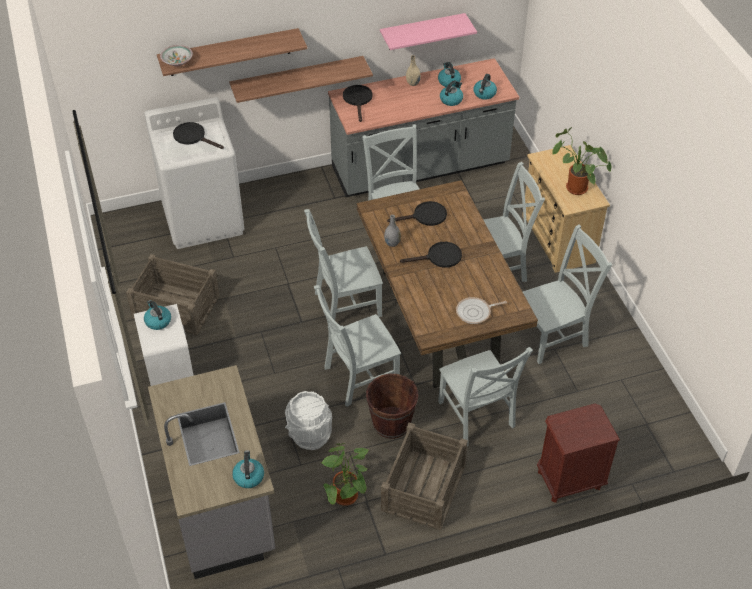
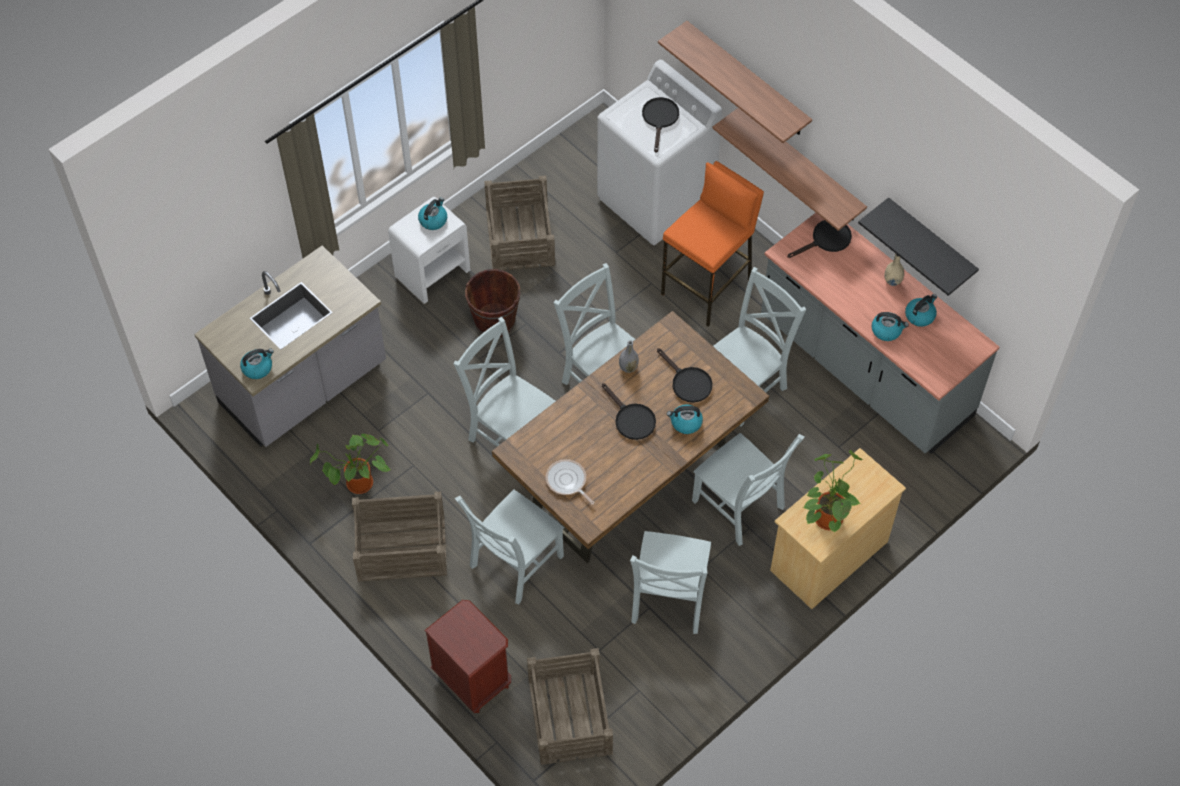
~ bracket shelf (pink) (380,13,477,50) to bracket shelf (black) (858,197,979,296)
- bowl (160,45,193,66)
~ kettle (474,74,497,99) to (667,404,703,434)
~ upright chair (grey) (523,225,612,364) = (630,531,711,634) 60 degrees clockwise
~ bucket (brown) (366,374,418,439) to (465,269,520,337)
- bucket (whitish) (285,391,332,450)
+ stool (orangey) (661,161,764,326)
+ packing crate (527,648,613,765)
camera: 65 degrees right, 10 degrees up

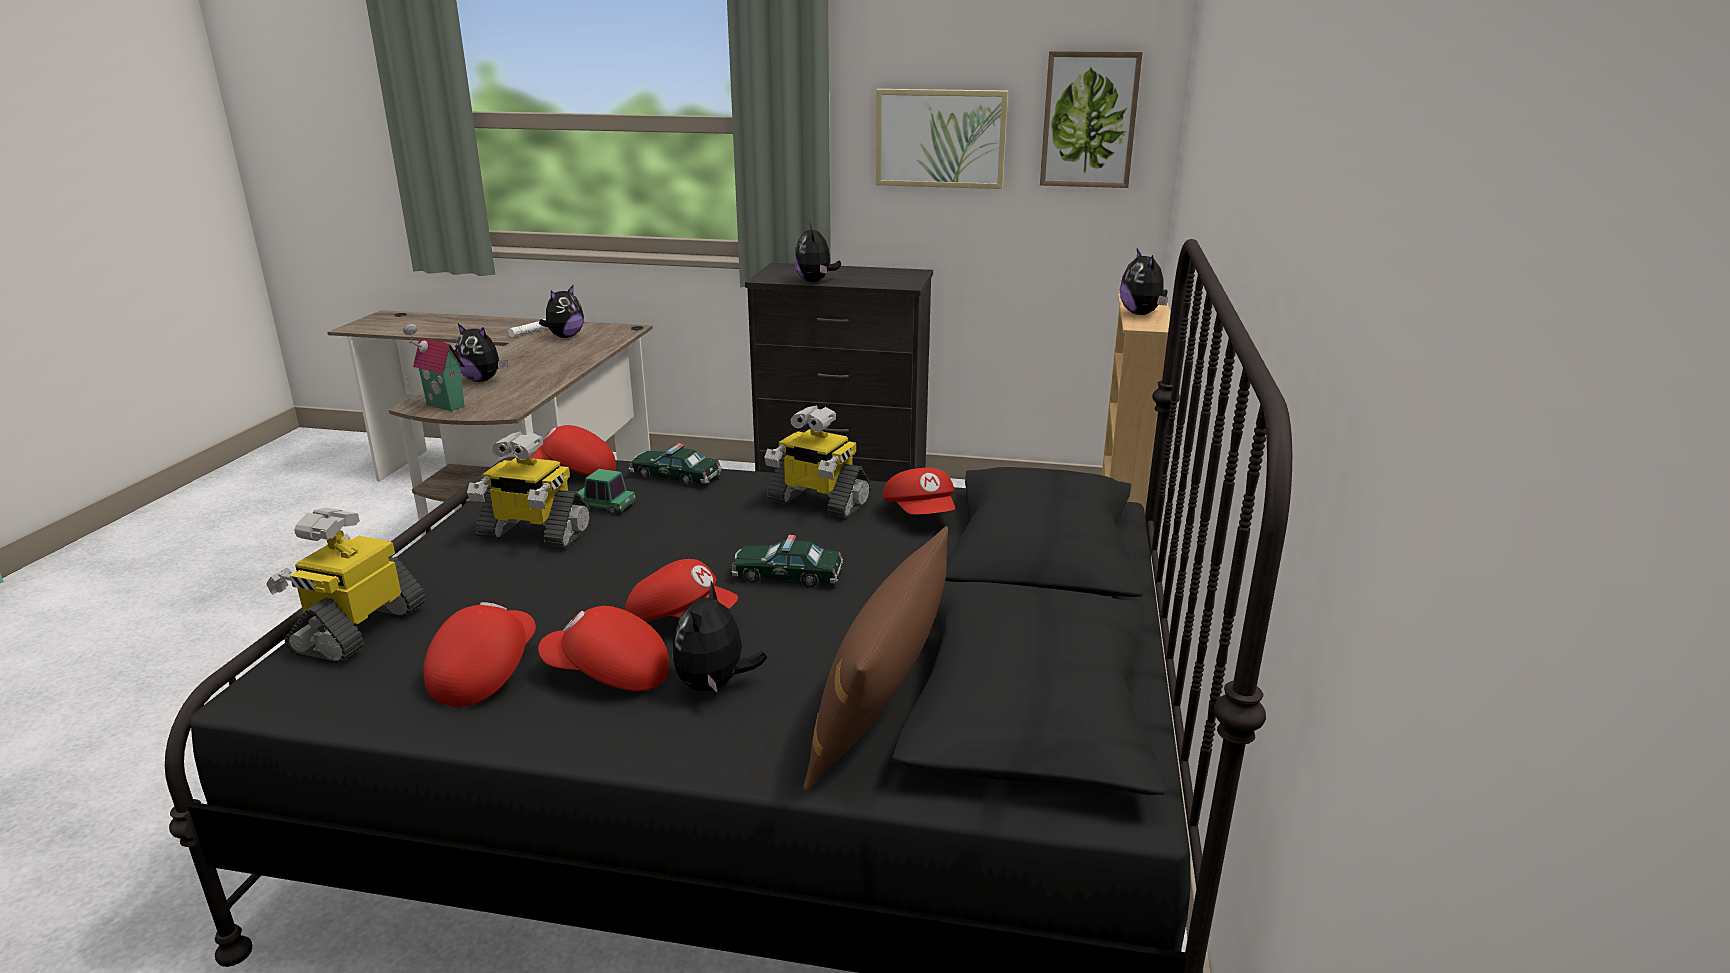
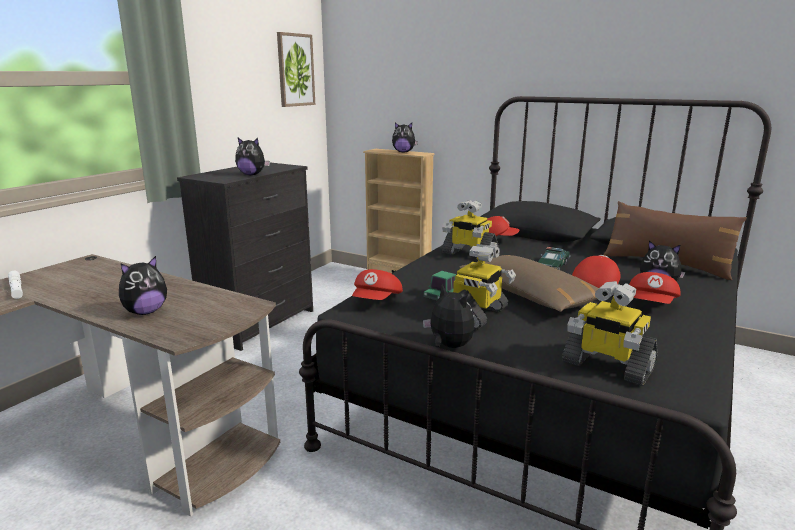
- wall picture (876,89,1008,189)
~ cuddly toy (539,285,584,338) to (423,284,475,348)
- miniature house (403,324,465,411)
~ model robot (764,405,871,519) = (442,200,498,259) 75 degrees clockwise
- model car (629,443,722,486)
- baseball cap (reddish) (423,602,536,707)
+ cushion (brown) (459,255,599,312)
camera: 70 degrees left, 5 degrees down

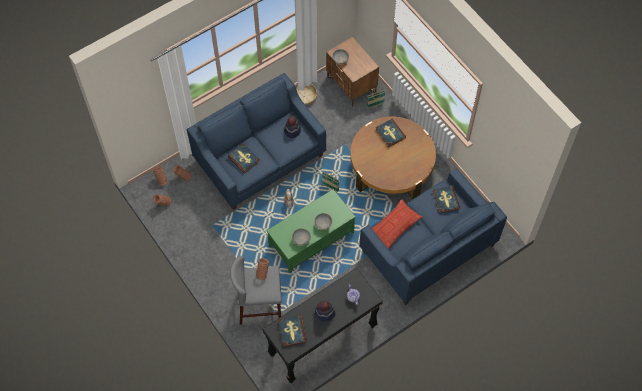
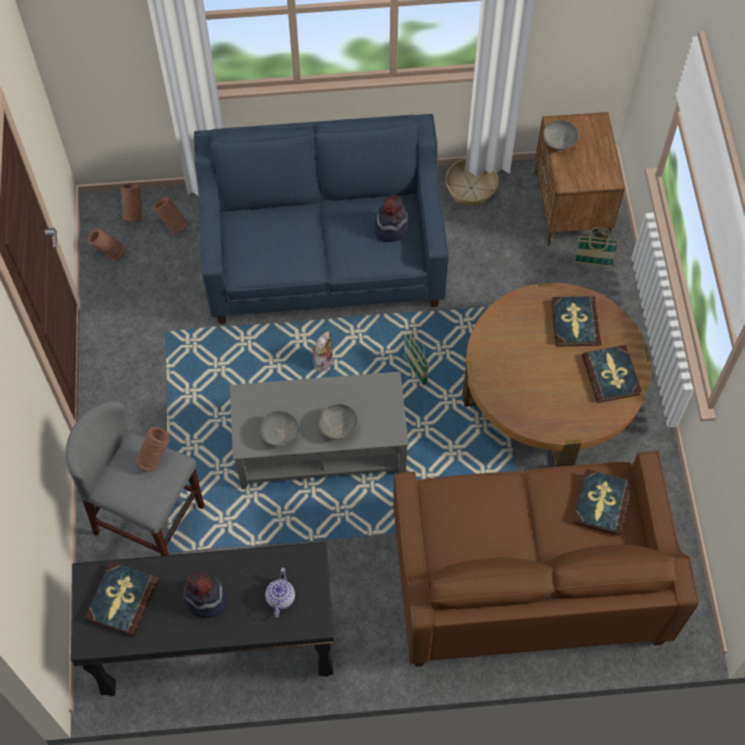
~ book (228,144,260,173) to (582,345,642,403)
~ couch (blue-coloured) (359,168,507,305) to couch (brown) (393,451,699,667)
~ lounge table (greenish) (267,189,355,273) to lounge table (grey) (230,371,409,489)
- cushion (372,200,422,249)
camera: 30 degrees right, 0 degrees up

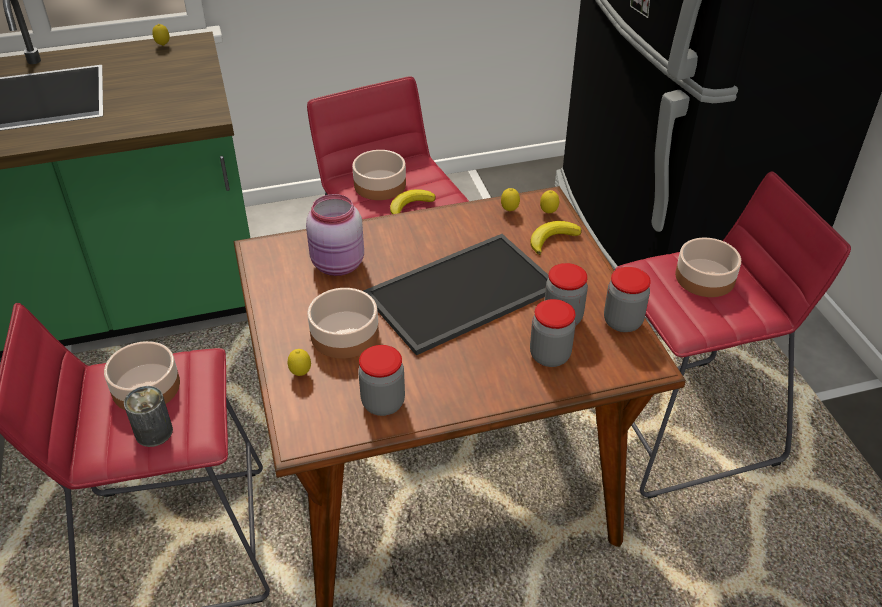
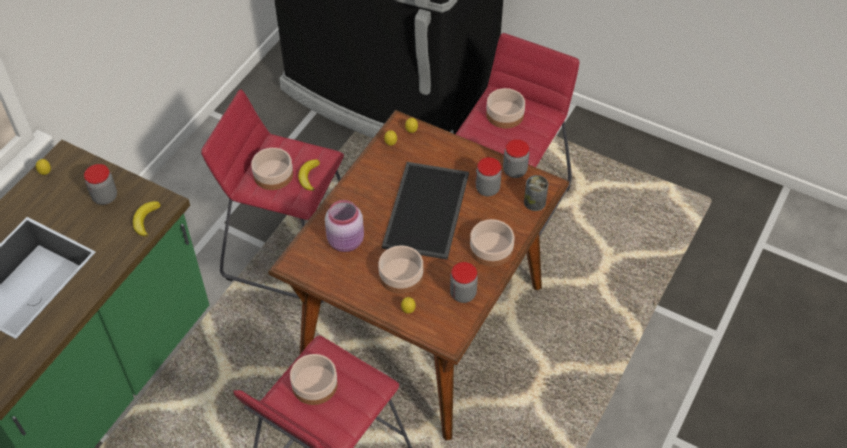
~ whole banana (530,221,582,255) to (133,201,161,237)
~ preserve jar (530,299,576,367) to (84,164,117,205)
~ sealed can (124,386,173,447) to (524,175,549,211)
+ bowl (470,219,514,267)
camera: 45 degrees left, 10 degrees up

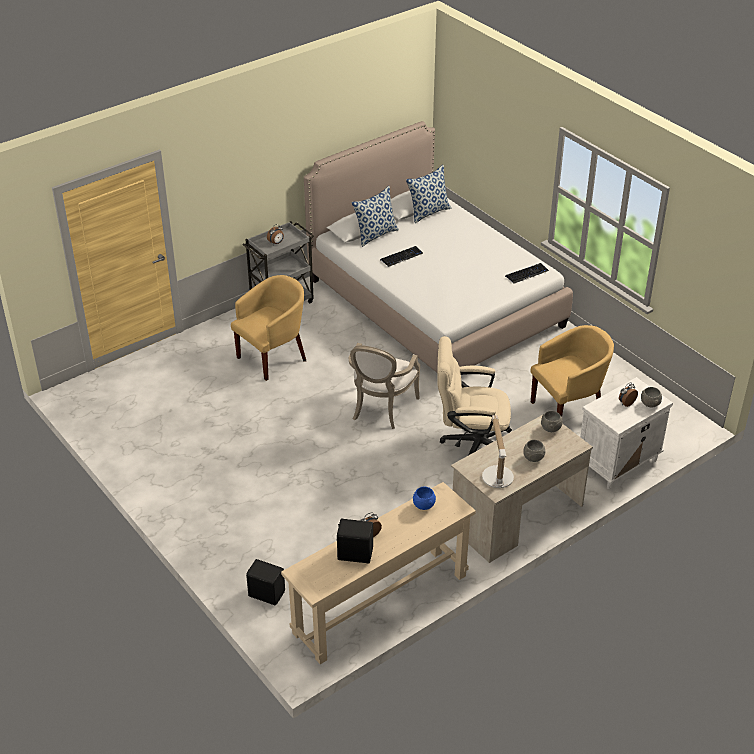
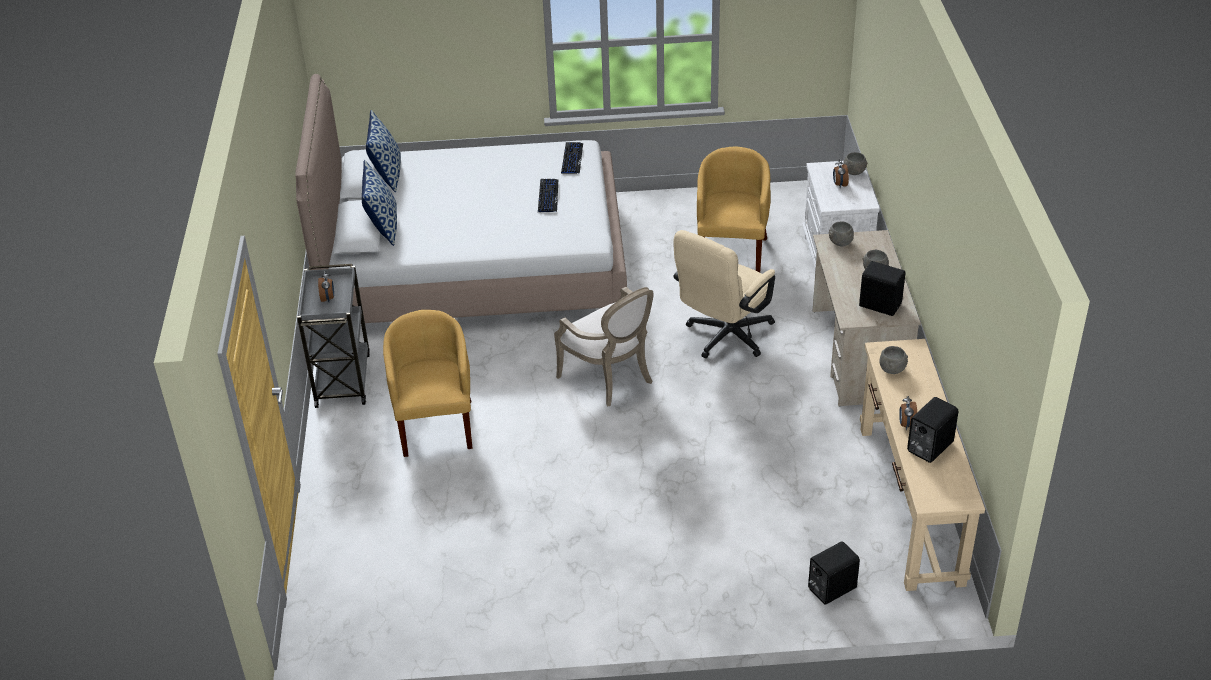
~ computer keyboard (380,246,423,267) to (538,179,558,212)
~ tabletop lamp (482,415,514,488) to loudspeaker (black) (859,261,906,316)
~ bowl (blue-coloured) (413,487,436,510) to bowl (grey) (879,346,908,374)
camera: 55 degrees left, 0 degrees up

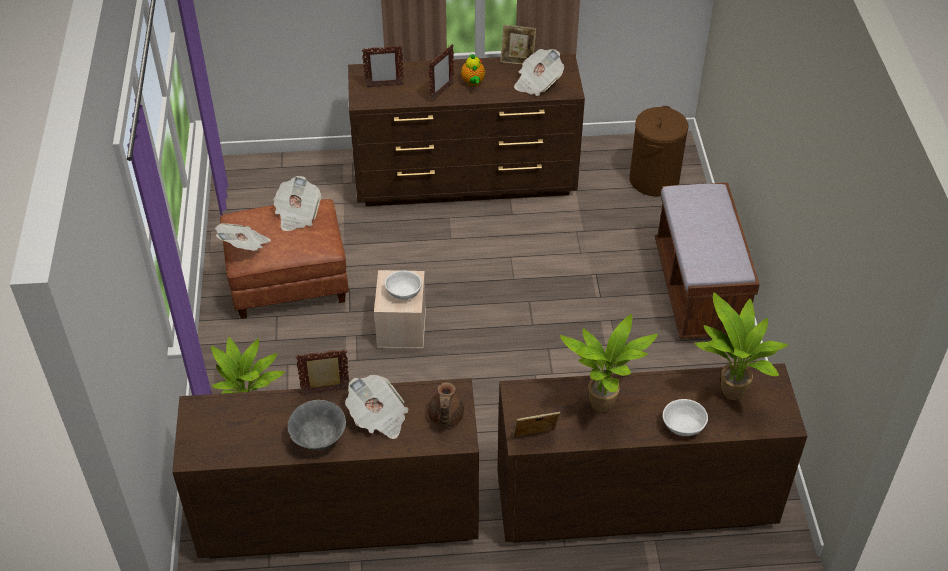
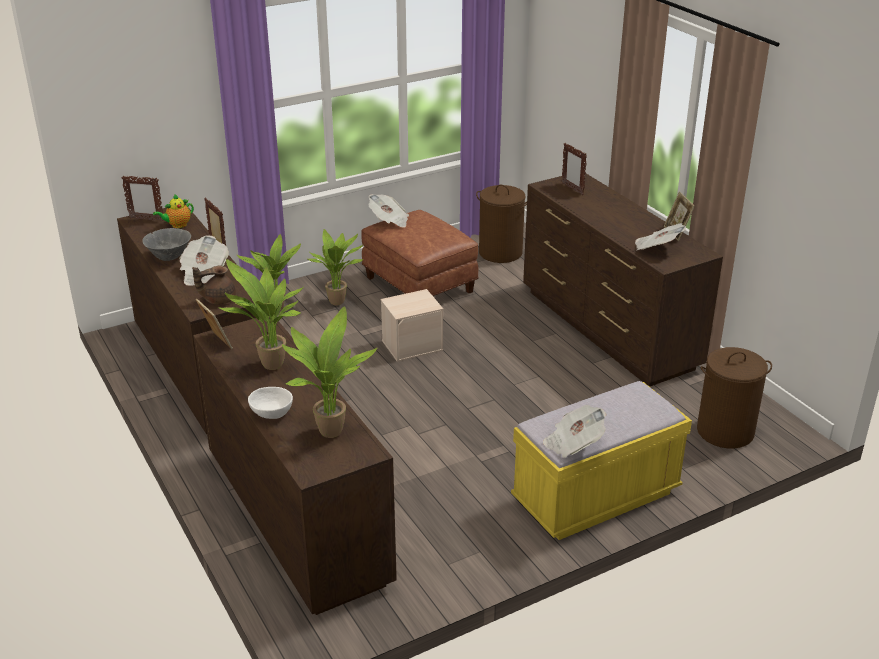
~ standing frame (428,44,454,102) to (121,176,163,221)
~ teapot (461,54,485,86) to (153,194,194,228)
~ newspaper (273,176,321,231) to (543,405,607,458)
~ bench (brown) (655,183,760,339) to bench (yellow-coloured) (511,381,692,540)
- bowl (whitish) (385,271,422,300)
+ hamper (brown) (476,185,527,263)
+ houseplant (306,229,364,306)
camera: 65 degrees right, 15 degrees down

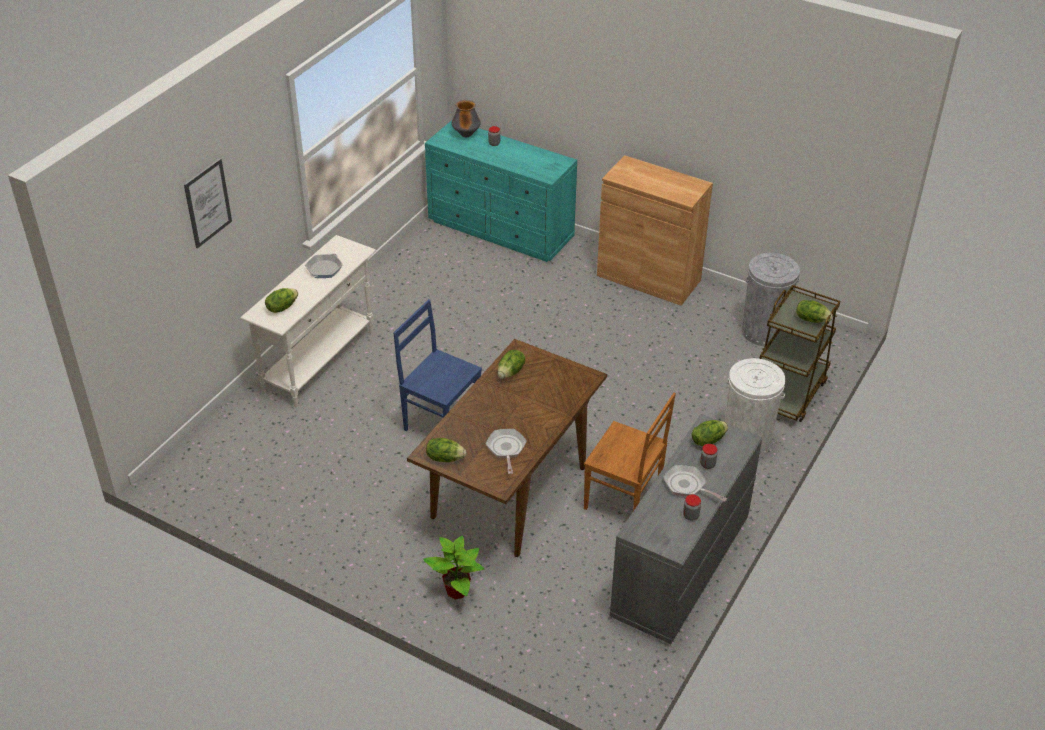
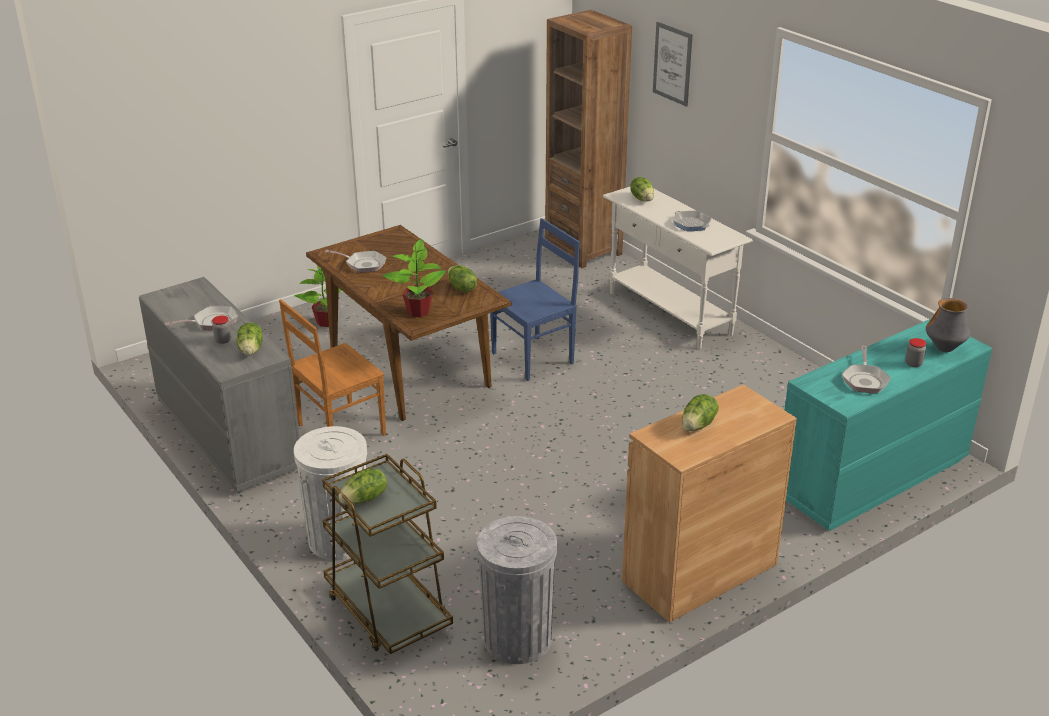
~ head of lettuce (426,438,466,462) to (682,394,719,431)
- preserve jar (683,494,701,521)
+ bookcase (brown) (545,10,632,268)
+ houseplant (383,239,446,317)
+ pan (842,346,891,393)
camera: 115 degrees right, 10 degrees down

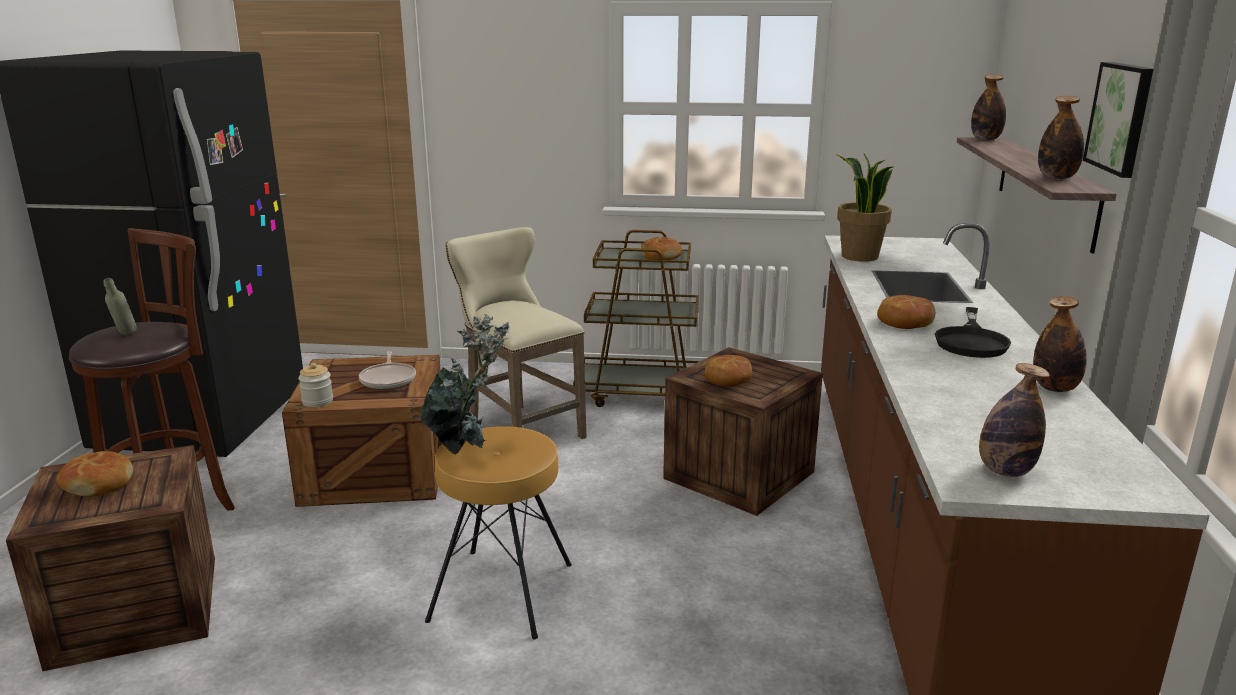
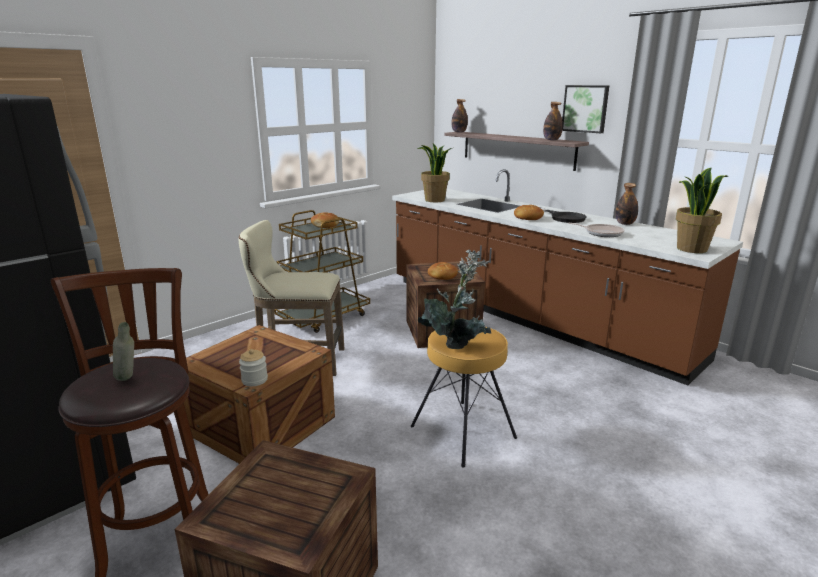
~ pan (359,351,416,390) to (568,223,624,237)
~ beverage bottle (979,363,1050,477) to houseplant (676,168,728,253)
- bread (56,451,133,497)
camera: 50 degrees left, 0 degrees up

